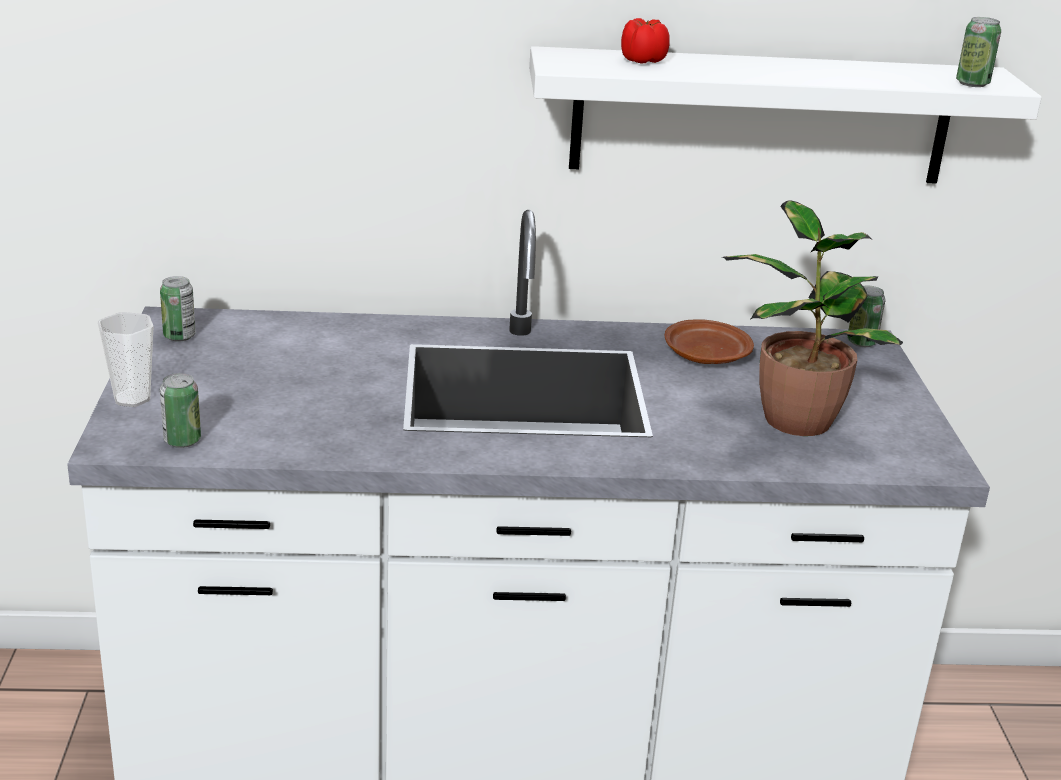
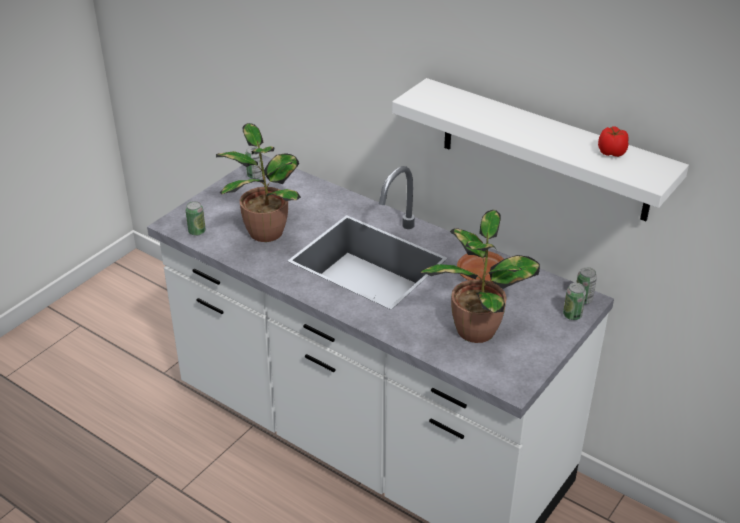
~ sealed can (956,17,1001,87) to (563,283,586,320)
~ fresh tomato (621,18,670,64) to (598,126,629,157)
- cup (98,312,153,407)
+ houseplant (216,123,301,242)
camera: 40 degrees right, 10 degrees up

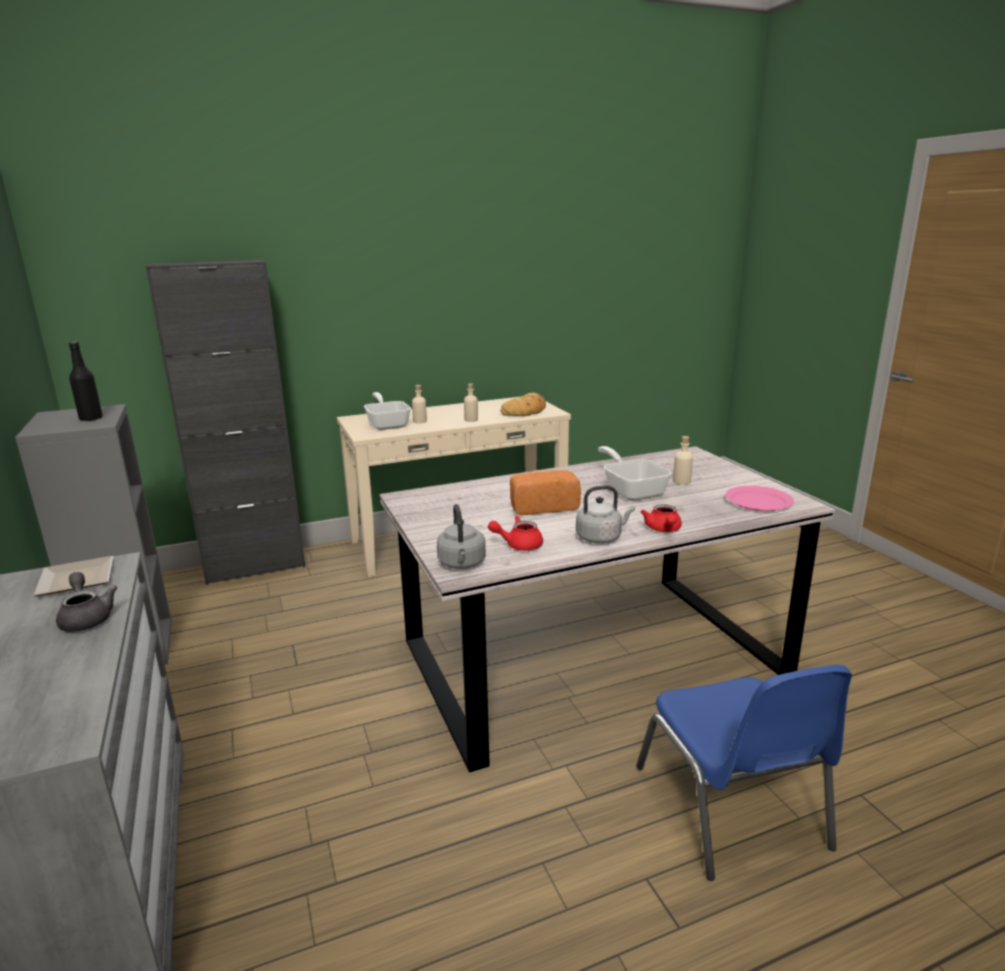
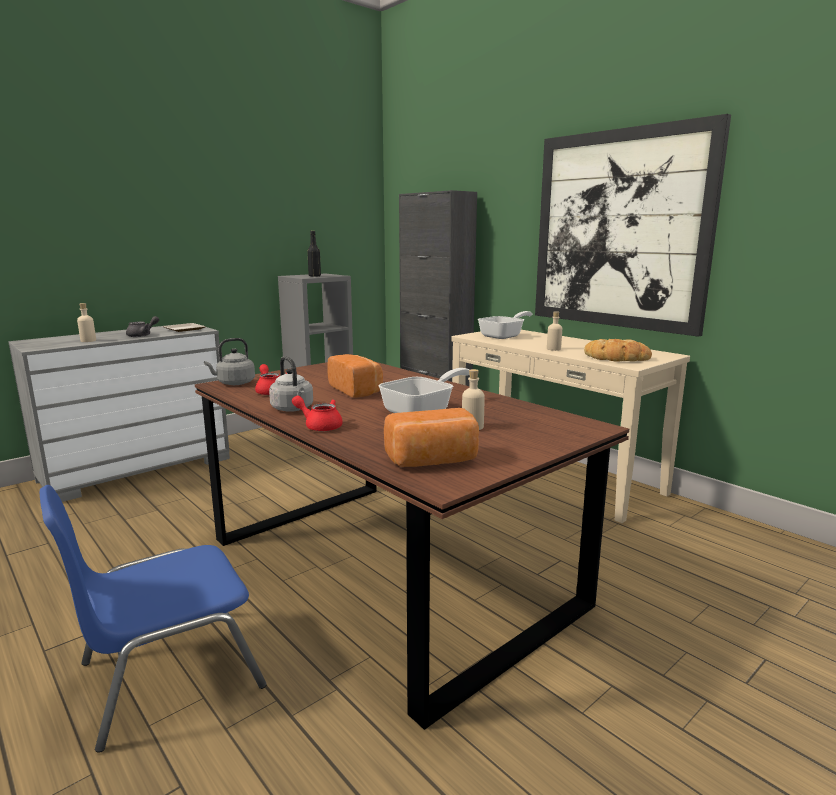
~ beverage bottle (beige) (412,385,427,423) to (77,303,96,342)
~ kitchen table (grey) (380,446,835,772) to kitchen table (brown) (195,361,629,730)
~ flat dish (pink) (725,486,794,511) to bread (384,408,479,467)
~ teapot (reddish) (641,504,682,532) = (292,396,343,431) 45 degrees clockwise
+ wall picture (535,114,731,337)
camera: 70 degrees right, 5 degrees down

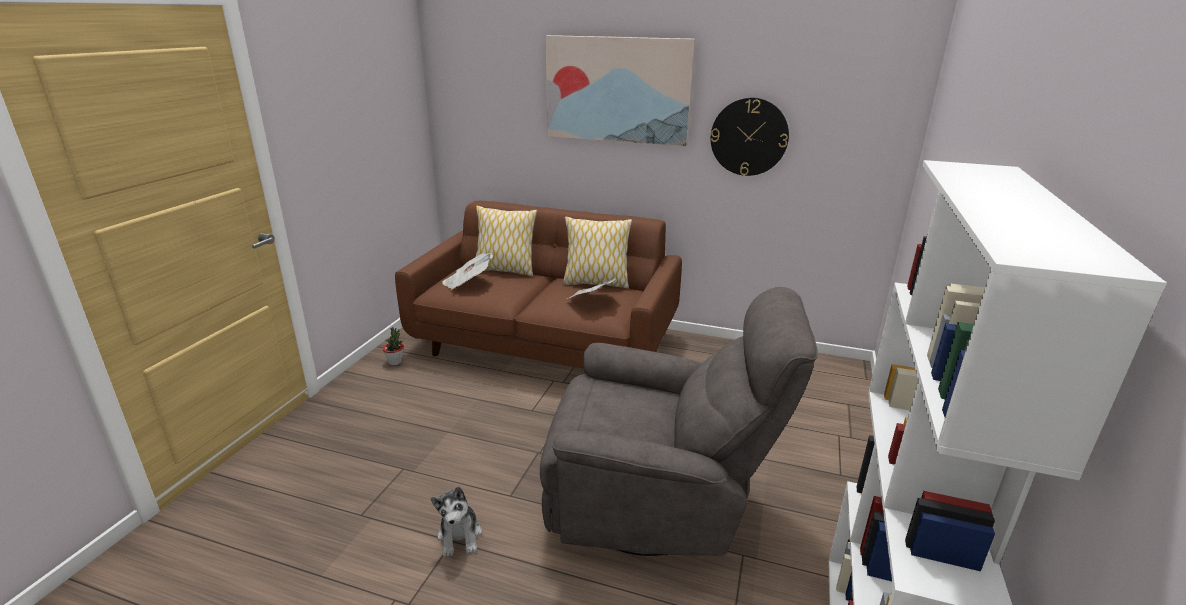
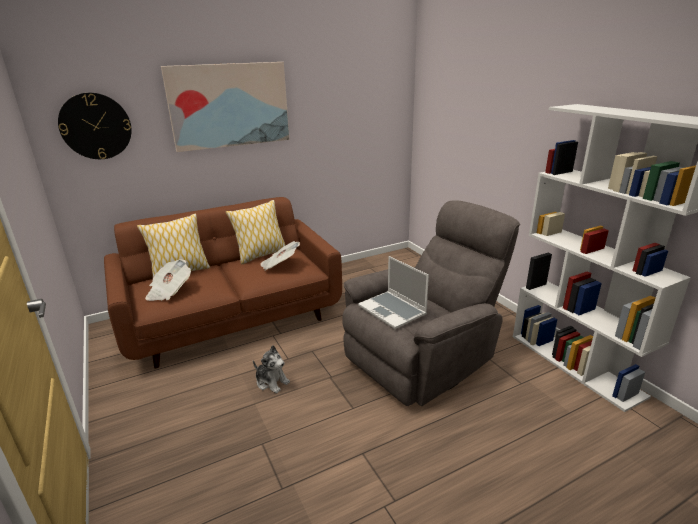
~ clock on the wall (711,98,789,176) to (58,93,132,159)
- houseplant (383,327,404,366)
~ cuddly toy (431,486,482,557) to (253,345,290,393)
+ portable computer (358,256,429,329)
camera: 45 degrees left, 0 degrees up

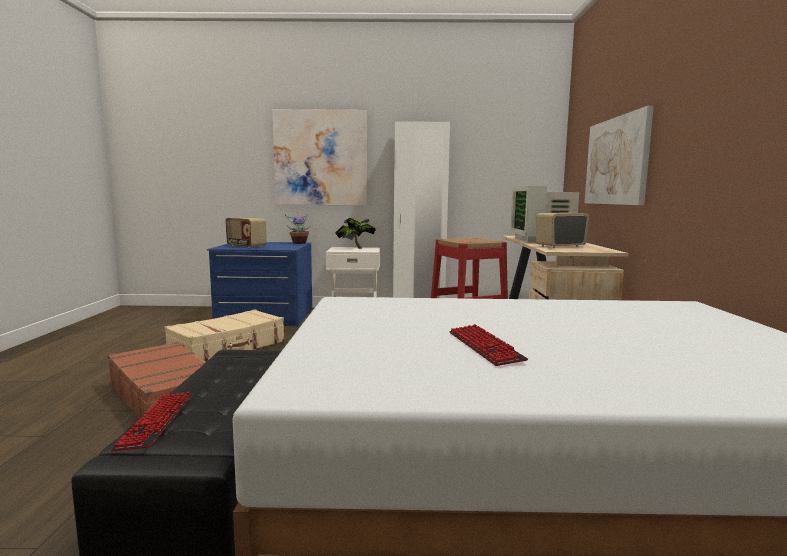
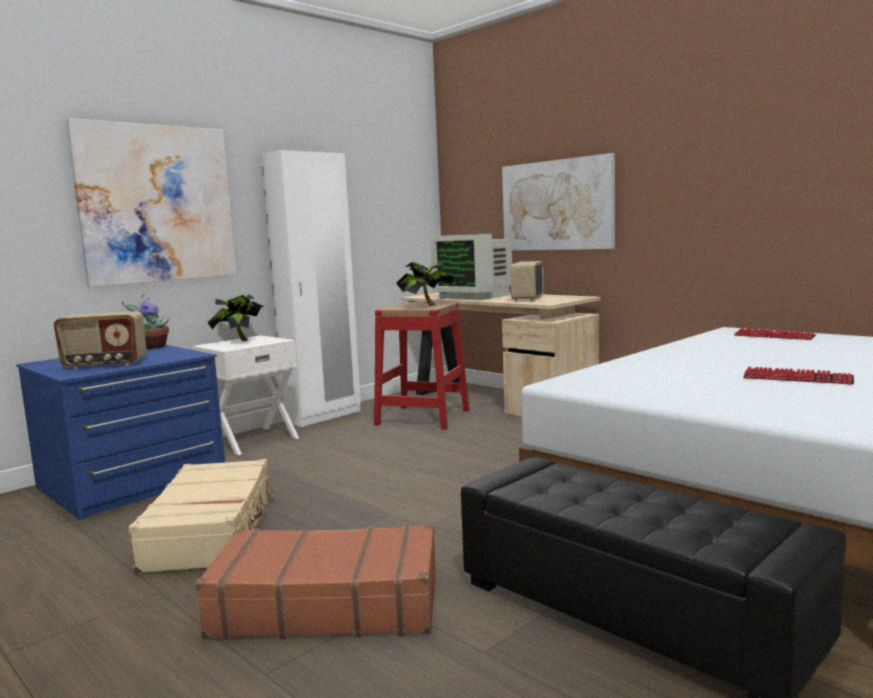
~ computer keyboard (111,392,193,452) to (734,328,816,340)
+ houseplant (397,262,454,306)
camera: 45 degrees left, 0 degrees up

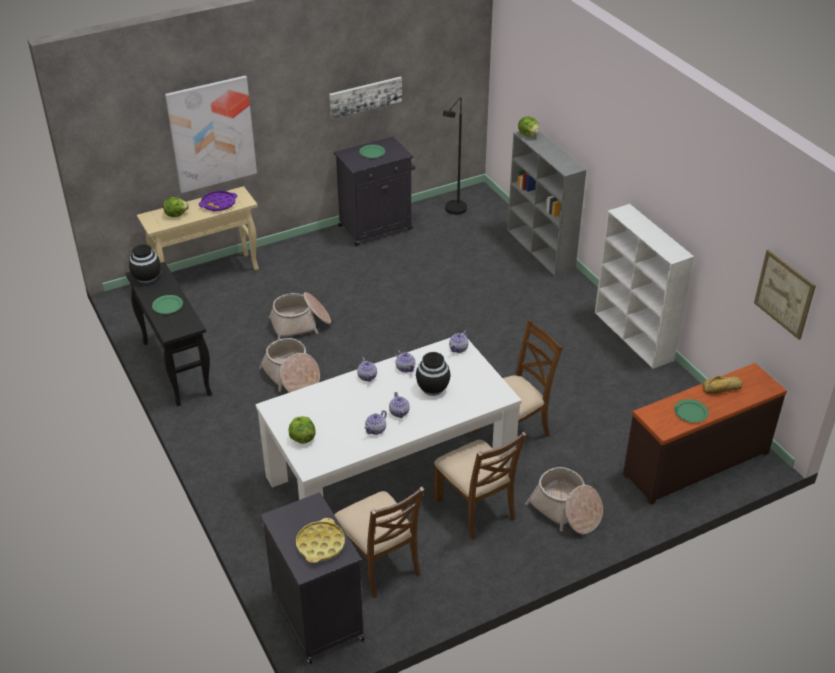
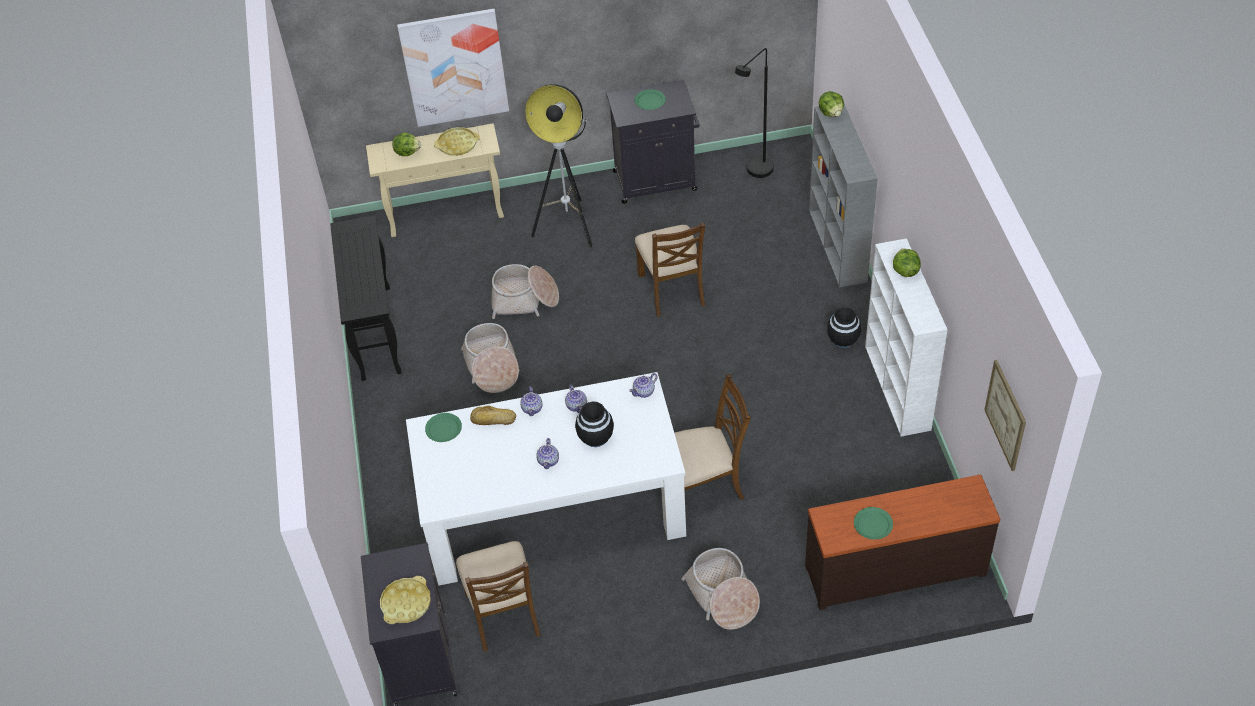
- wall picture (329,77,402,119)
~ tray (purple) (199,191,237,212) to tray (yellow-coloured) (434,127,480,156)
~ flower vase (black) (129,244,160,284) to (827,307,861,348)
~ flat dish (greenish) (152,295,183,314) to (425,413,462,442)
~ bread (702,376,742,394) to (470,406,516,425)
- teapot (365,410,387,435)
~ head of lettuce (288,416,316,444) to (893,248,921,277)
~ upright chair (brown) (434,431,527,540) to (635,222,705,317)
+ standing lamp (525,84,593,248)
camera: 20 degrees right, 10 degrees up

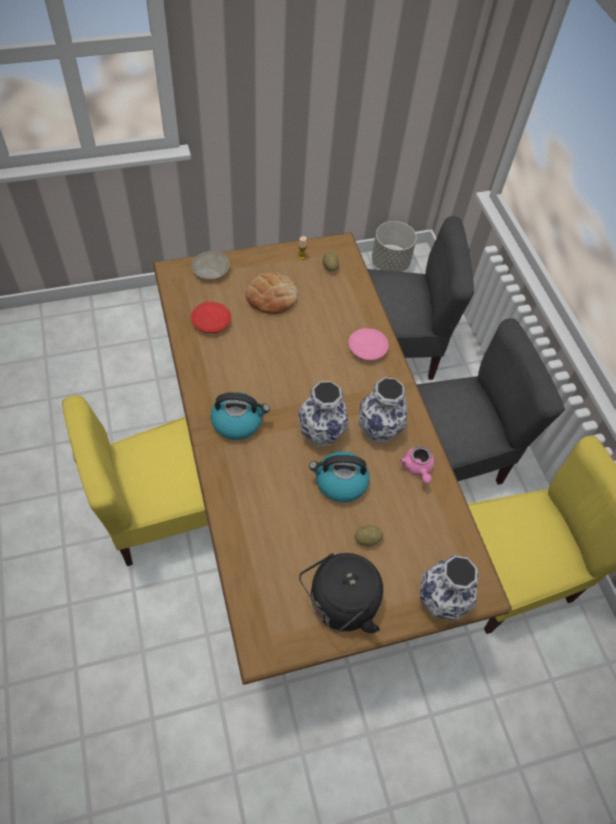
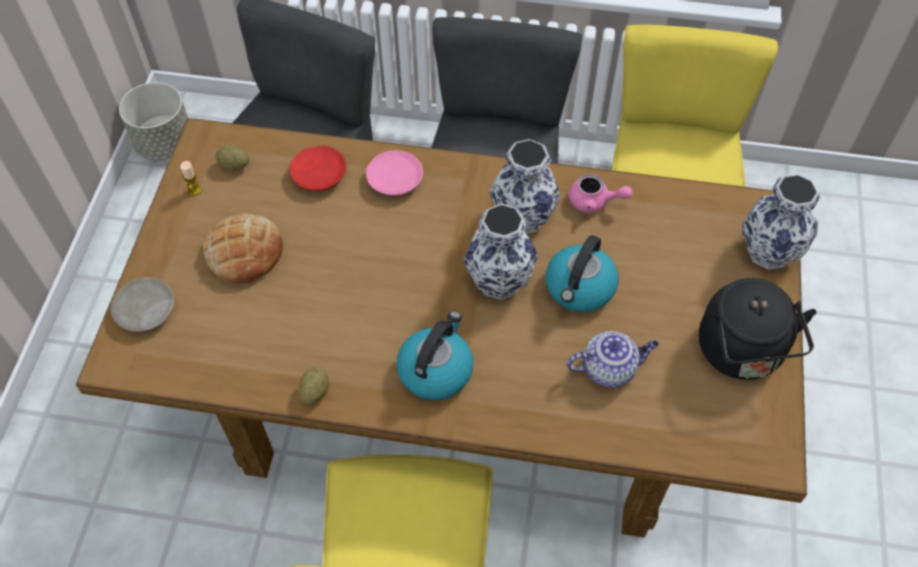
~ flat dish (reddish) (191,302,231,333) to (289,146,347,191)
~ spud (354,525,383,547) to (299,367,329,404)
+ teapot (567,331,659,388)
camera: 60 degrees left, 0 degrees up

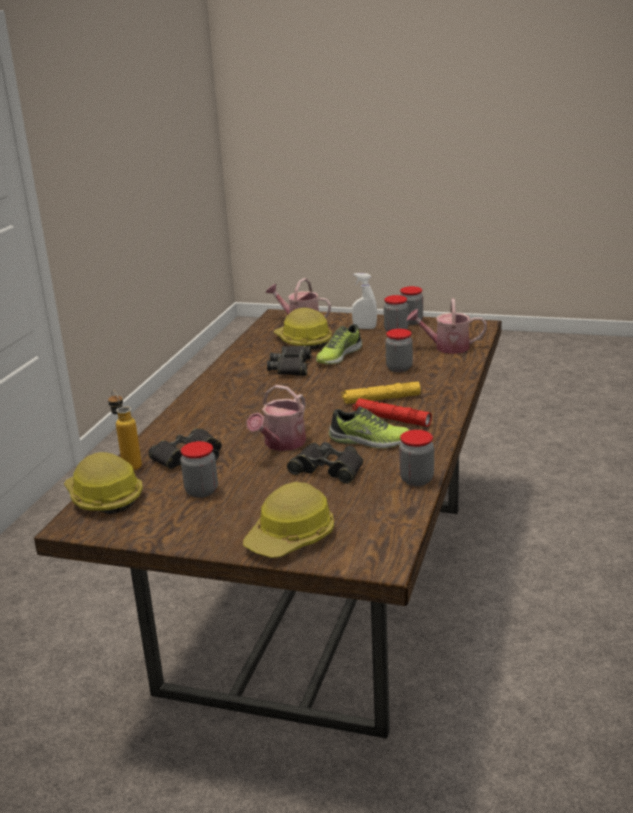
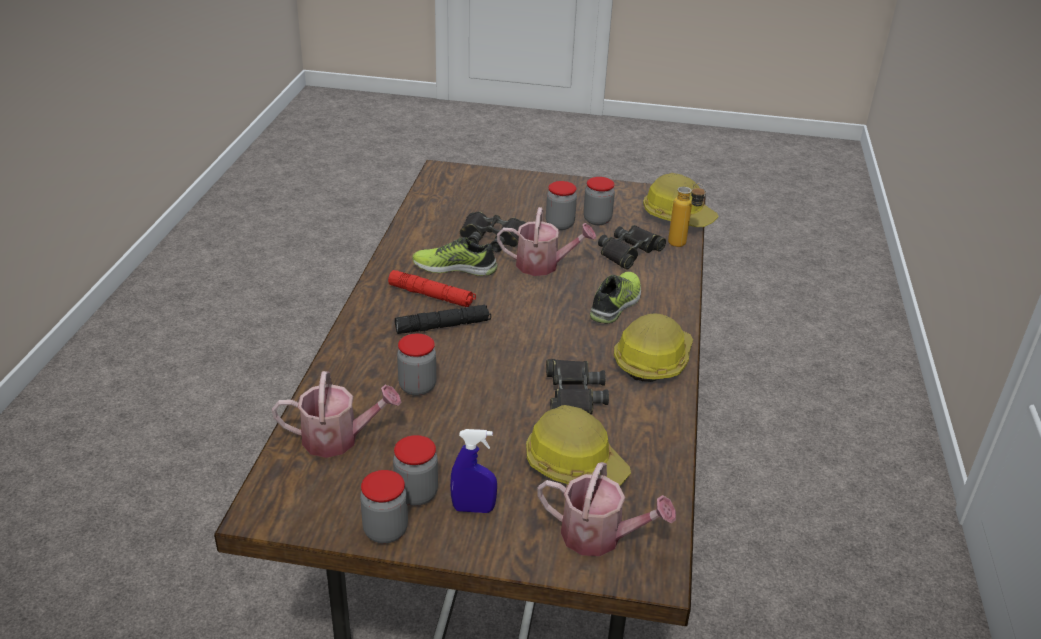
~ sprayer (whitish) (352,273,377,329) to sprayer (blue-coloured) (450,429,497,513)
~ low shoe (316,324,362,364) to (590,272,641,324)
~ flashlight (yellow-coloured) (342,382,421,404) to flashlight (black) (395,305,491,334)
~ watering pot (247,385,306,451) = (497,207,596,276) 75 degrees clockwise
~ preserve jar (399,430,434,486) to (546,181,577,230)
~ work helmet (243,482,334,558) to (614,313,693,382)
camera: 170 degrees right, 10 degrees up

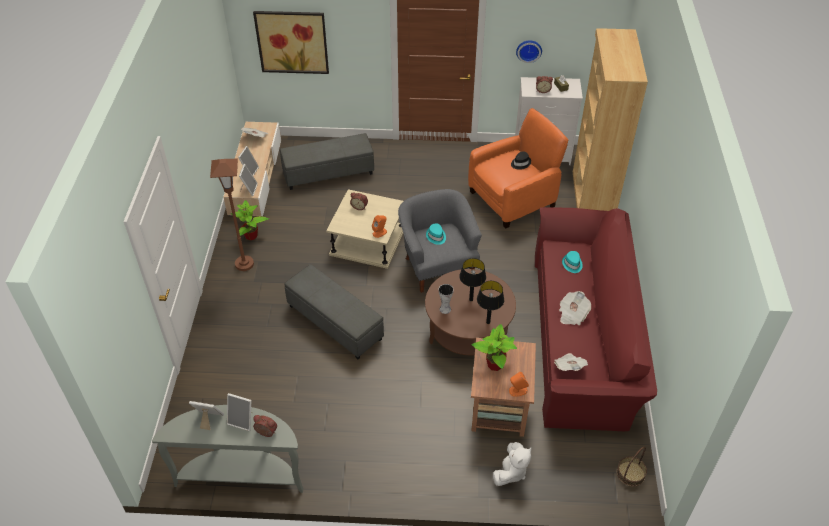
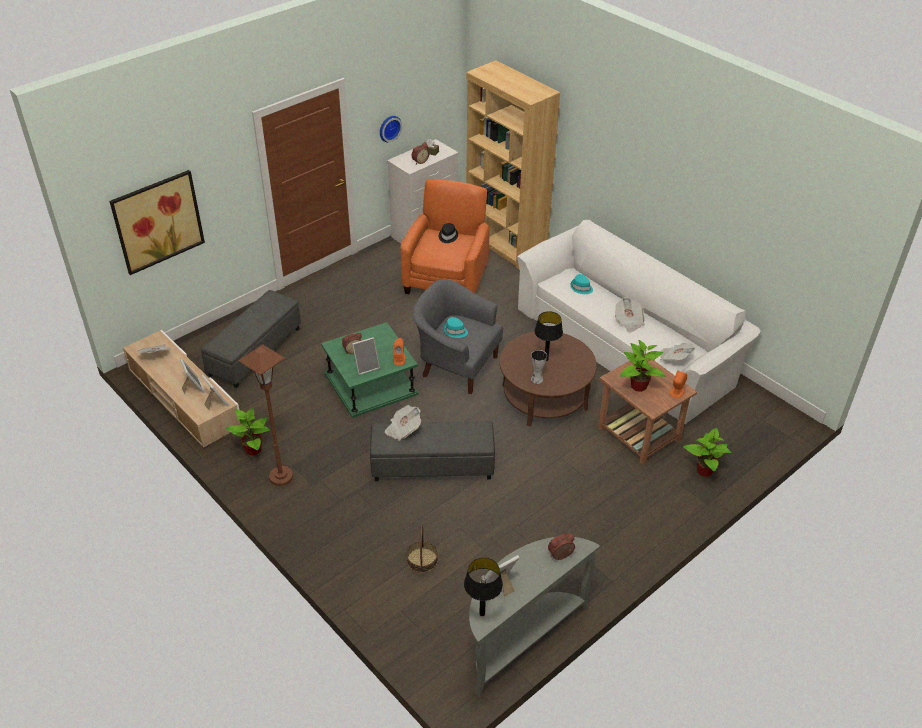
~ accent table (beige) (326,189,403,269) to accent table (greenish) (321,322,418,418)
~ couch (reddish) (535,207,657,431) to couch (whitish) (517,220,761,424)
~ tabletop lamp (black) (477,281,504,324) to (464,558,503,616)
~ standing frame (227,393,252,431) to (352,337,380,375)
~ cuddly toy (whitish) (493,442,532,486) to houseplant (683,427,731,477)
~ household basket (617,446,647,486) to (406,523,438,573)
+ newspaper (385,405,421,441)
camera: 45 degrees left, 5 degrees down

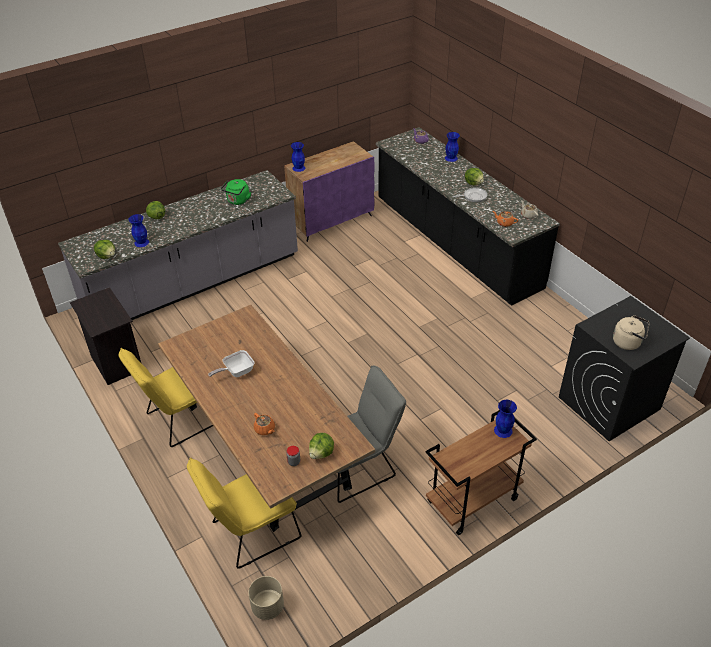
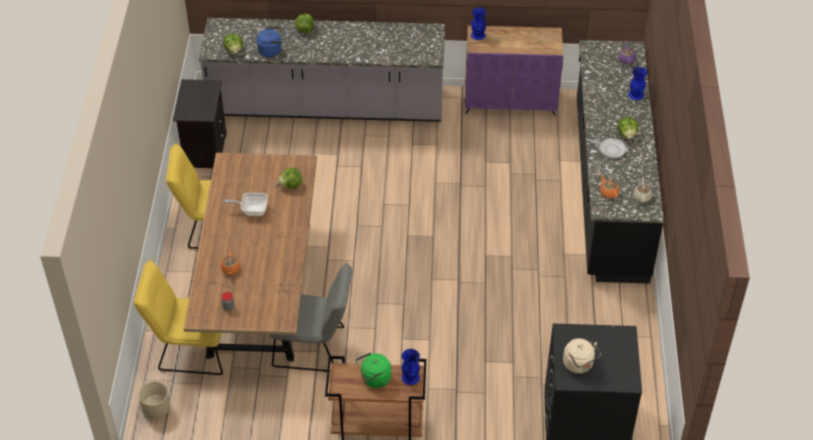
~ kettle (greenish) (221,179,251,205) to (356,352,391,388)
~ flower vase (blue-coloured) (128,214,149,247) to kettle (blue-coloured) (256,27,284,57)
~ head of lettuce (309,433,334,459) to (277,168,302,189)
camera: 35 degrees right, 5 degrees up

